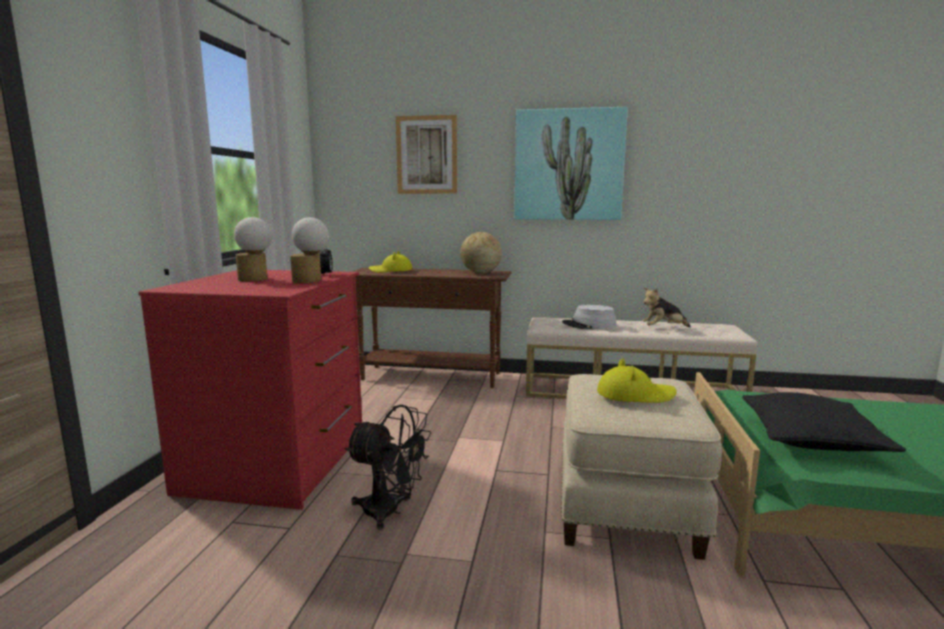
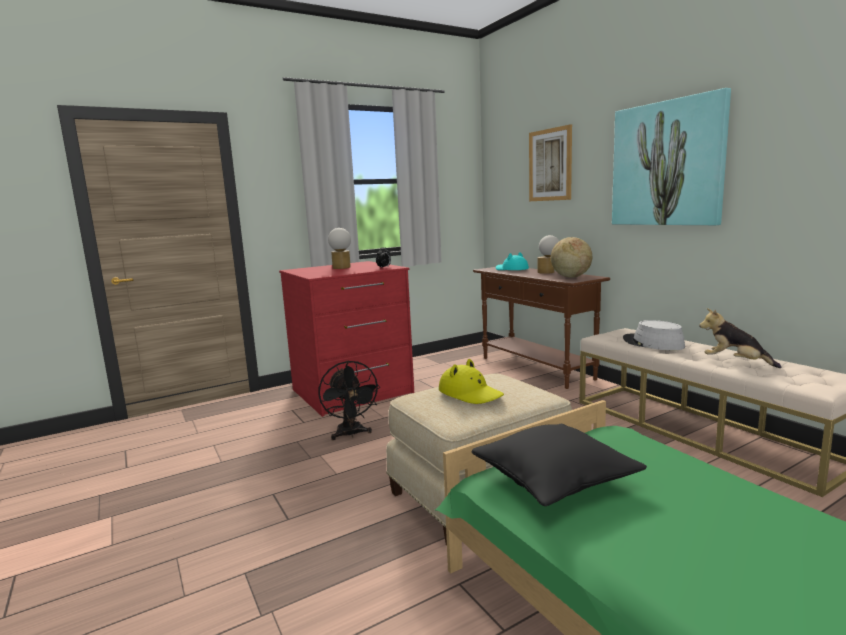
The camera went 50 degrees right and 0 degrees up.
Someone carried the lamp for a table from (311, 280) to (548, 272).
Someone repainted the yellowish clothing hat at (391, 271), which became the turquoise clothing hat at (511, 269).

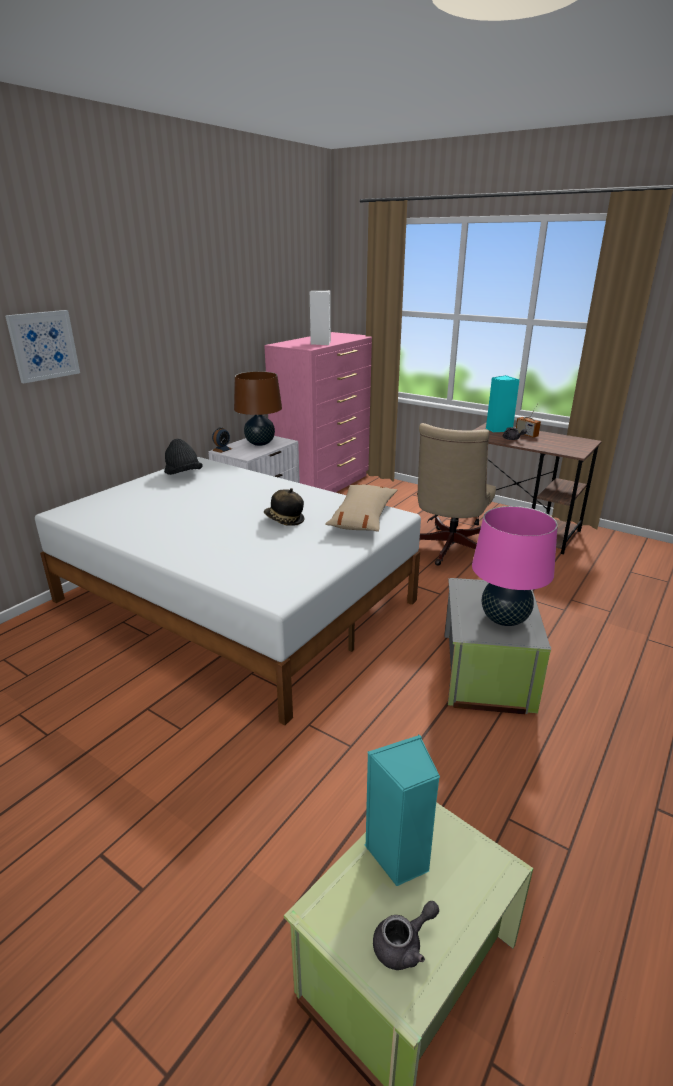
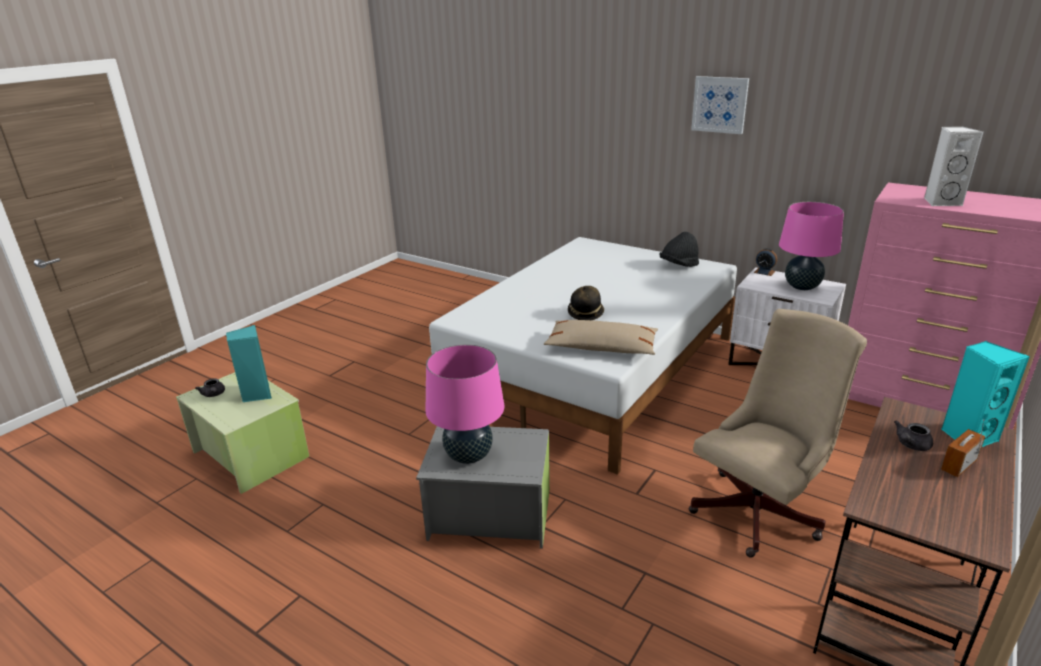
The camera went 90 degrees right and 0 degrees up.
Someone carried the wall picture from (43, 345) to (719, 104).
Someone repainted the brown lamp for a table at (260, 443), which became the pinkish lamp for a table at (802, 287).
Someone rotated the sand-coloured computer chair at (448, 549) by 120 degrees clockwise.

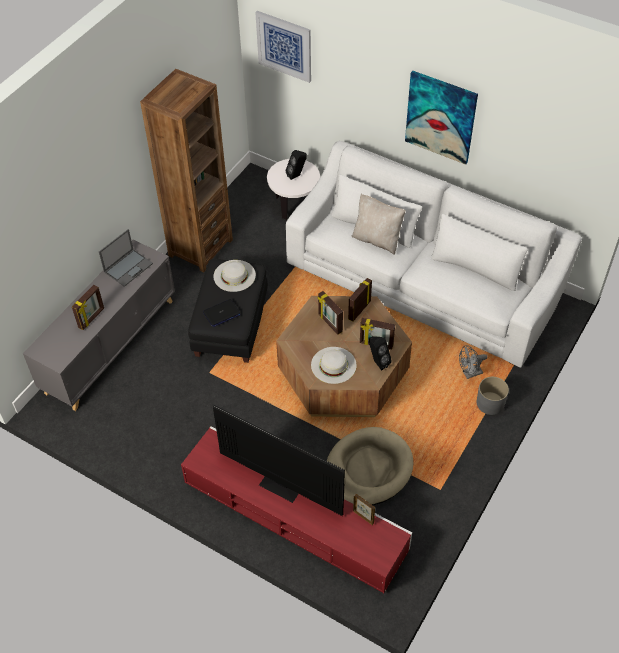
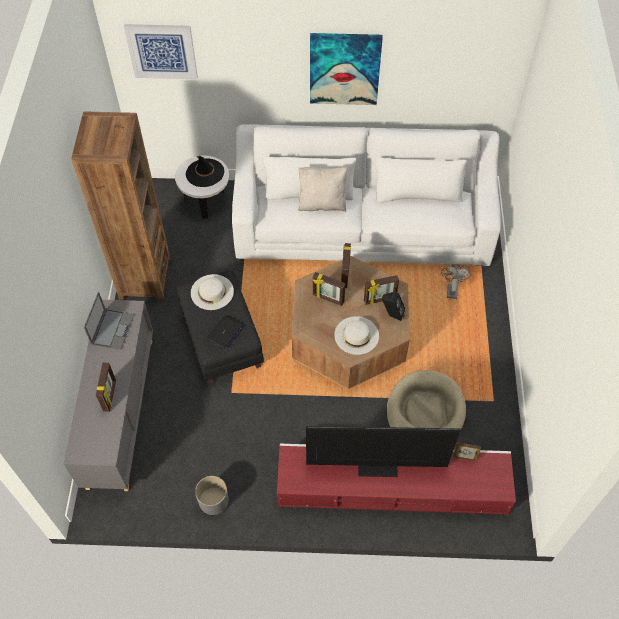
The camera went 30 degrees left and 5 degrees up.
Someone swapped the black-coloured speaker at (297, 175) for the black-coloured clothing hat at (205, 173).
Someone rotated the greyish fan at (469, 374) by 150 degrees clockwise.
Someone carried the greyish plant pot from (490, 403) to (213, 501).

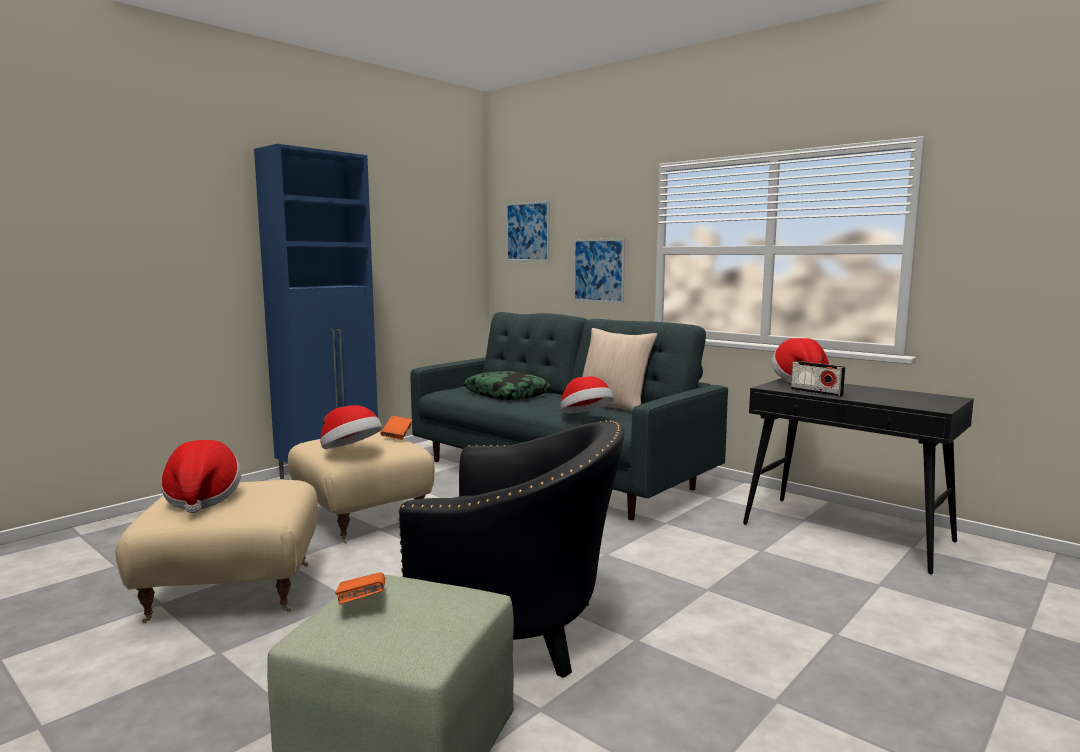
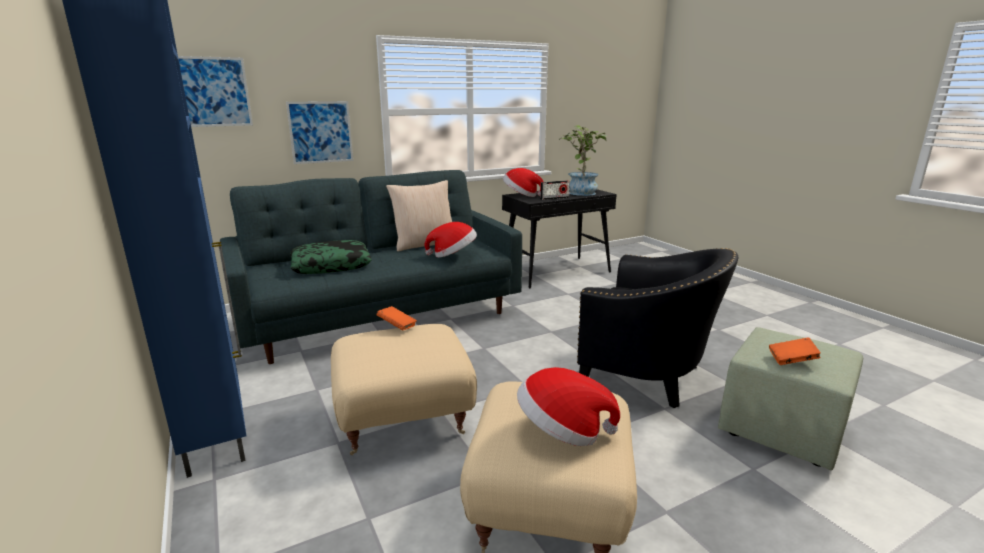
The camera went 70 degrees left and 10 degrees up.
Someone took away the clothing hat at (350, 451).
Someone rotated the black-coloured easy chair at (520, 630) by 90 degrees clockwise.
Someone put down the houseplant at (580, 192).

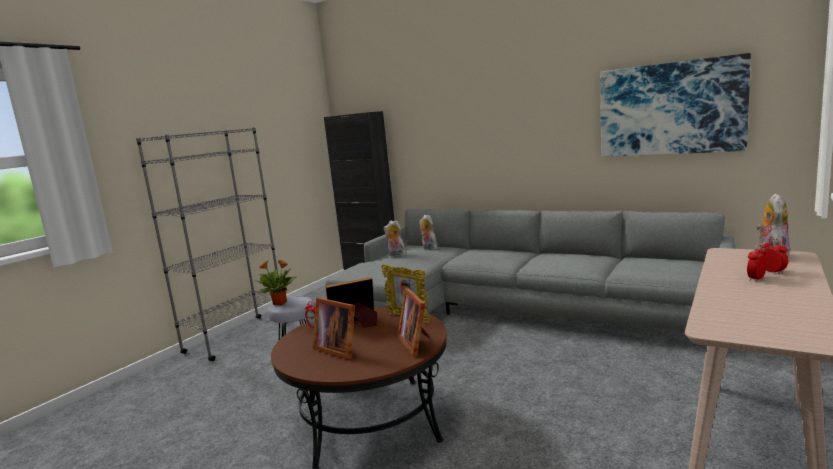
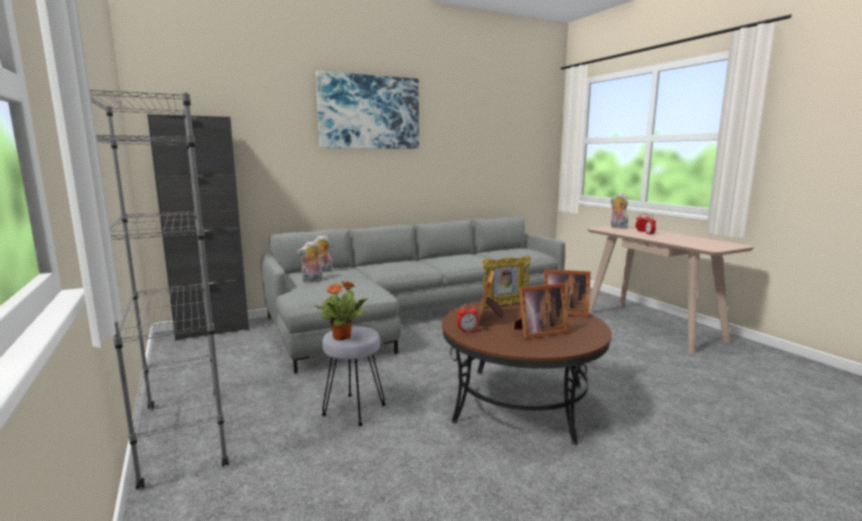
The camera went 60 degrees left and 0 degrees up.
Someone carried the wall picture from (670, 109) to (369, 112).

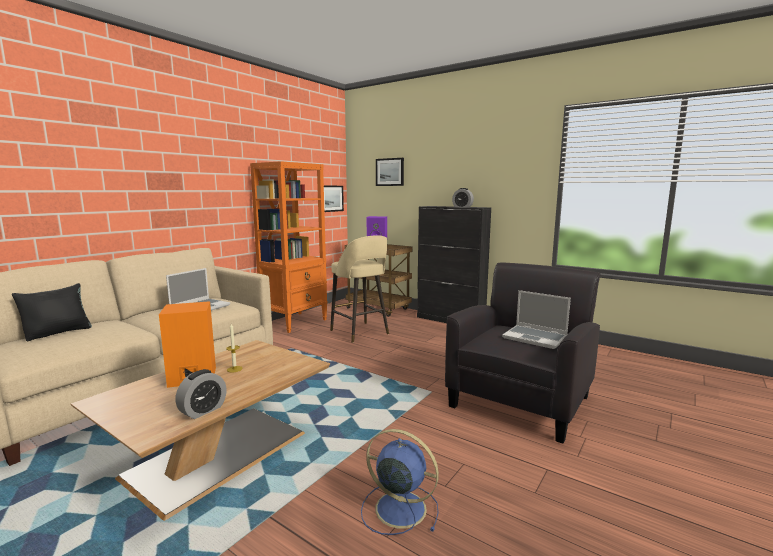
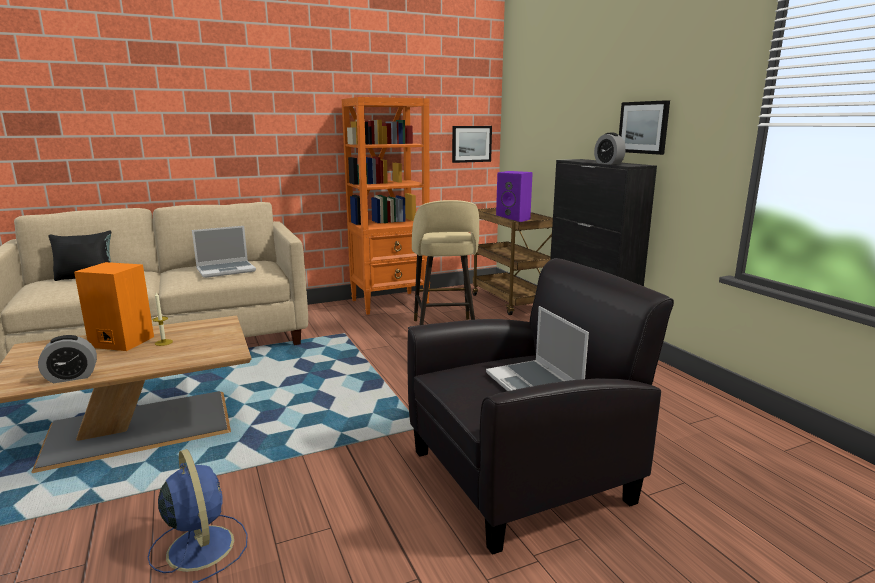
The camera went 30 degrees right and 5 degrees up.
Someone carried the wall picture from (390, 172) to (643, 127).

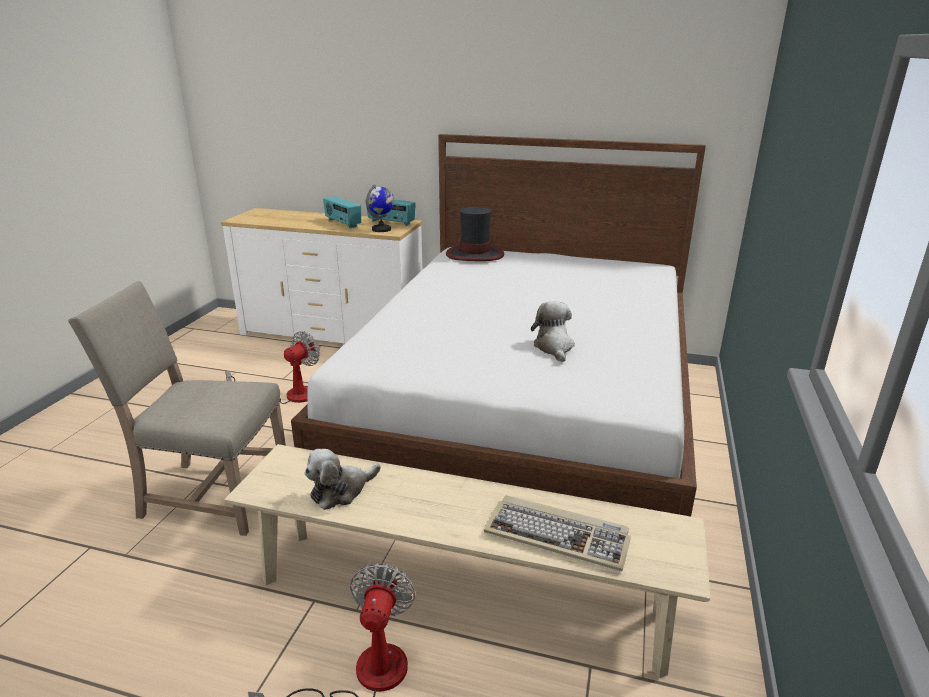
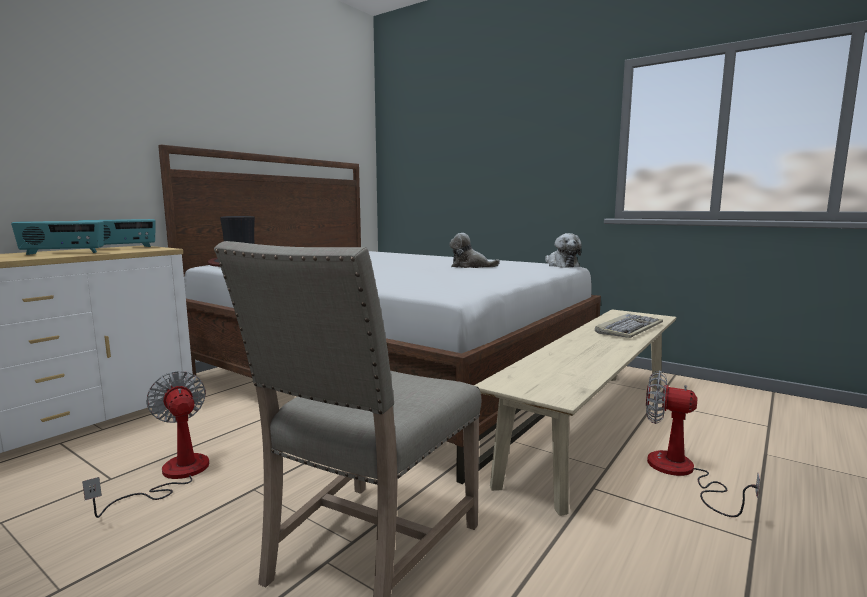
The camera went 70 degrees left and 15 degrees down.
Someone carried the cuddly toy from (341, 490) to (561, 265).
Someone took away the world globe at (381, 229).

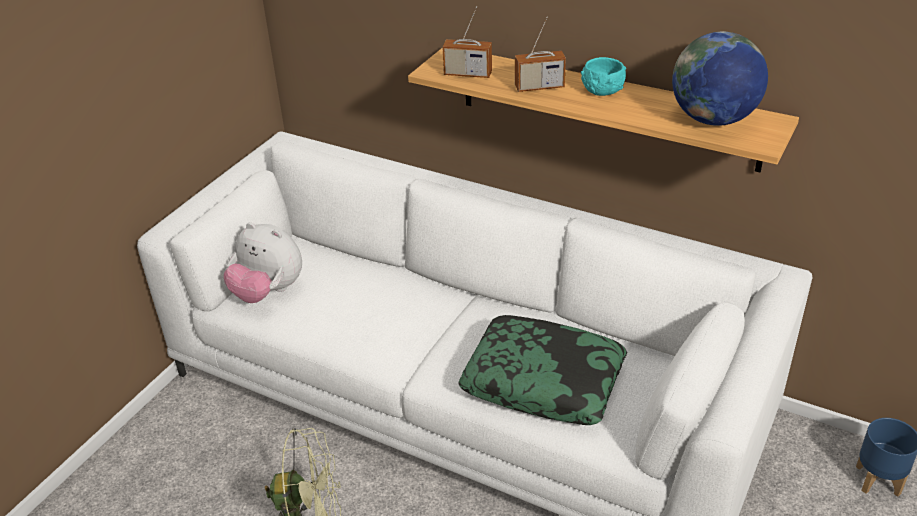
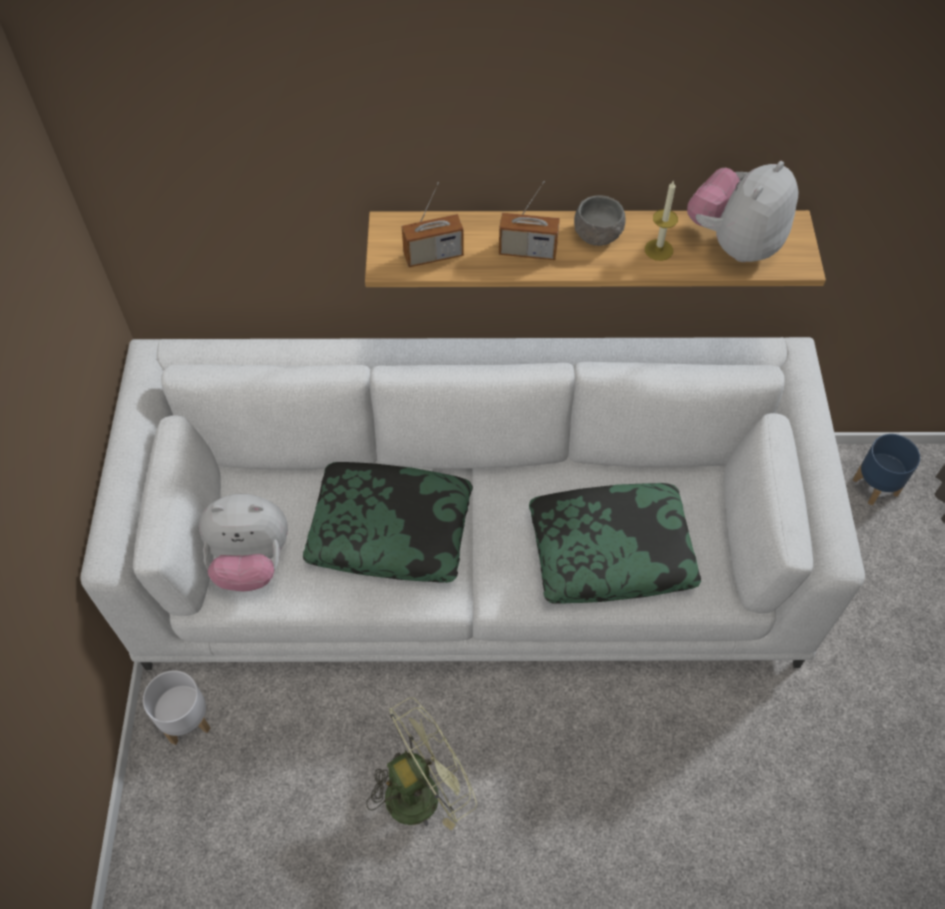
The camera went 30 degrees left and 20 degrees up.
Someone rotated the radio set at (539, 87) by 45 degrees clockwise.
Someone repainted the turquoise deep dish at (602, 90), which became the greyish deep dish at (598, 234).
Someone swapped the world globe at (713, 119) for the cuddly toy at (734, 243).
Someone put down the white-coloured plant pot at (186, 719).
Someone put down the cushion at (391, 530).
Someone put down the candle at (658, 250).

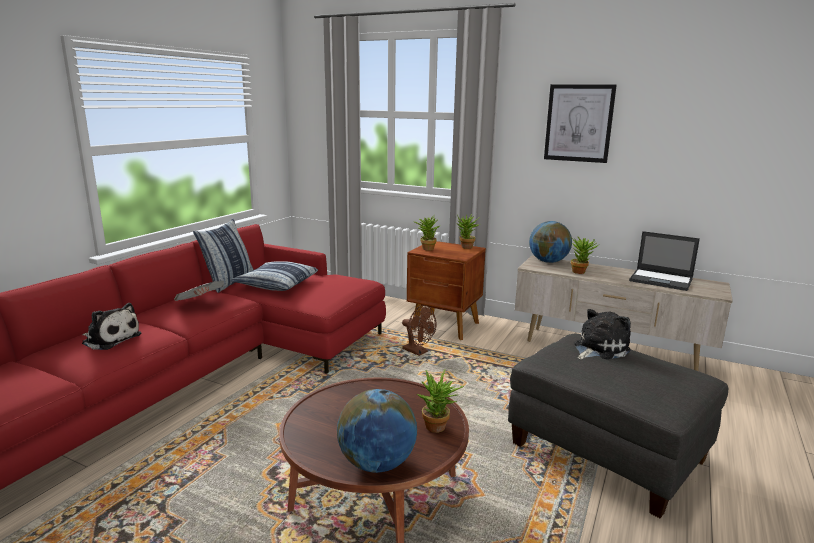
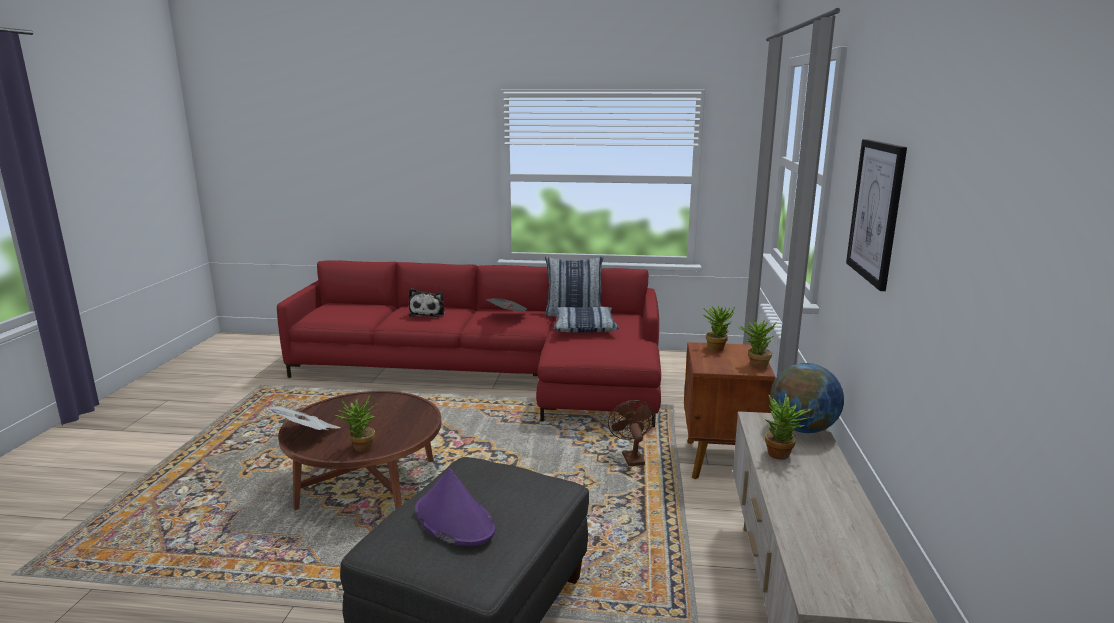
The camera went 70 degrees right and 0 degrees up.
Someone swapped the world globe at (377, 464) for the printed paper at (306, 434).
Someone rotated the brown fan at (418, 352) by 150 degrees clockwise.
Someone took away the cuddly toy at (598, 349).
Someone took away the notebook computer at (661, 280).
Someone put down the purple clothing hat at (453, 520).

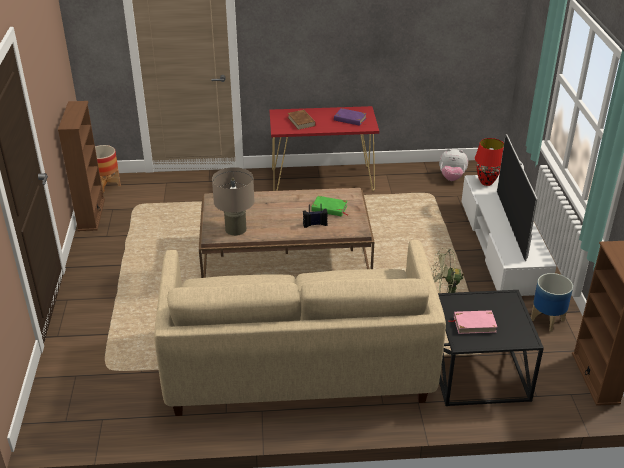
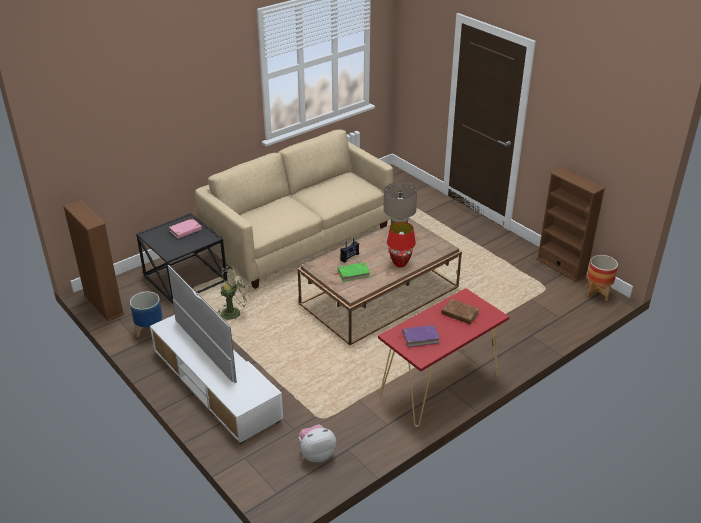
The camera went 145 degrees right and 0 degrees up.
Someone carried the red lamp for a table from (486, 182) to (400, 264).

